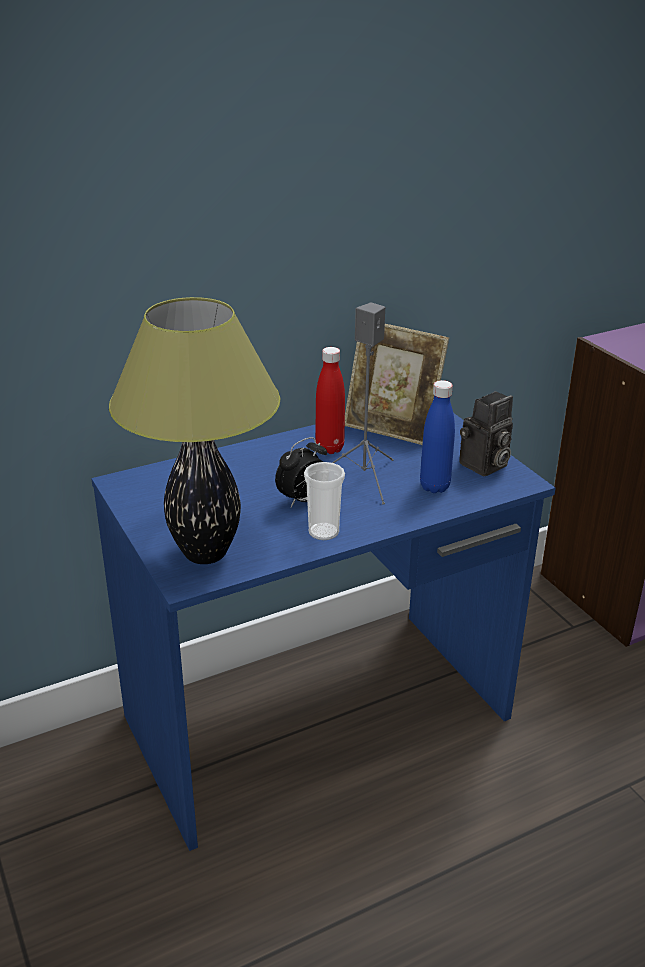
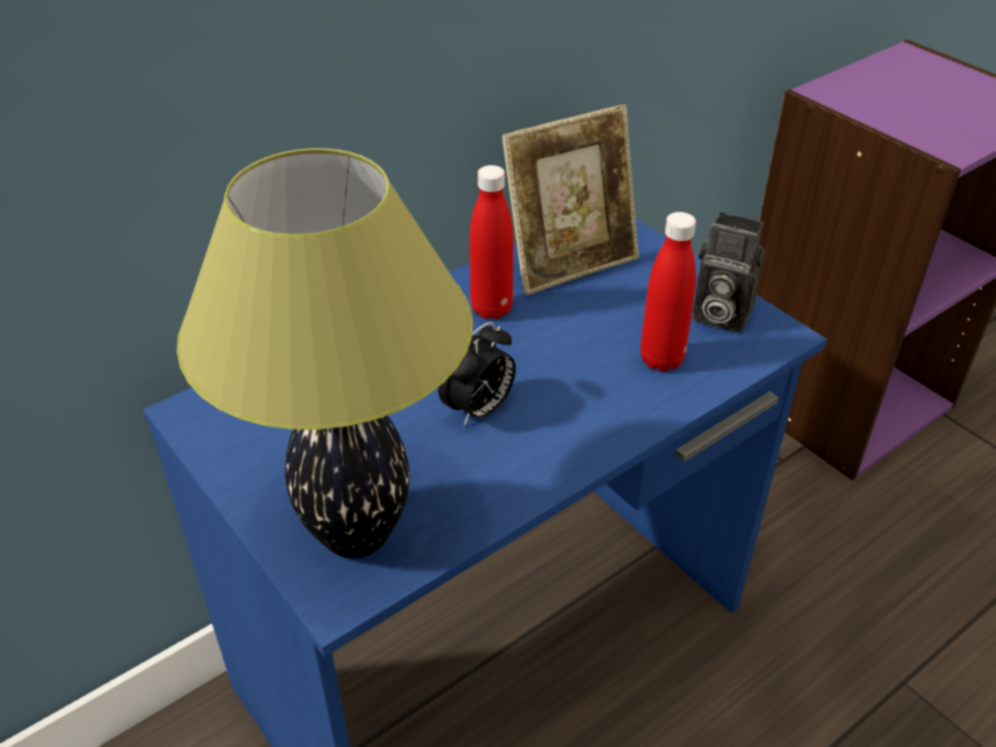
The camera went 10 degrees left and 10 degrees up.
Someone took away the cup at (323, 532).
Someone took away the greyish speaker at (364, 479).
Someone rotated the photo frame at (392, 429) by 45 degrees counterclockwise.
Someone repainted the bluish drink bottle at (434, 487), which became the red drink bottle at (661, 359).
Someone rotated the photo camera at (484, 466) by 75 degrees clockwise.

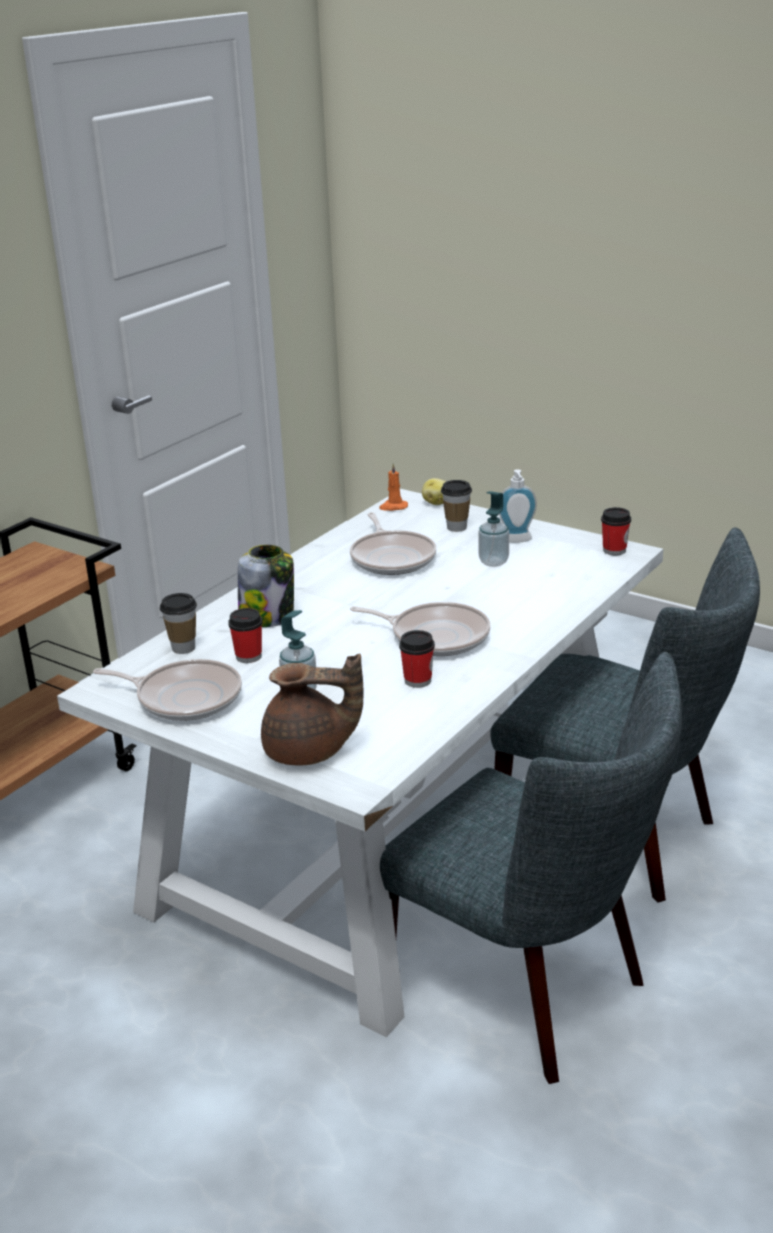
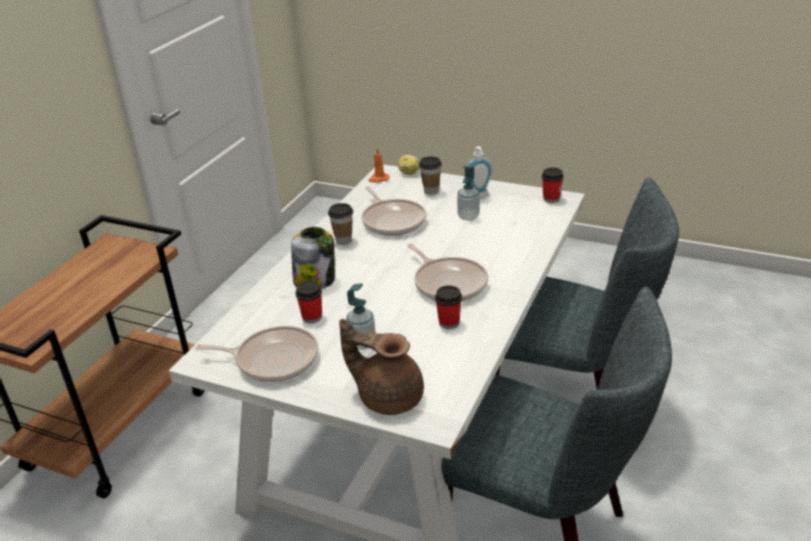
The camera went 10 degrees left and 5 degrees up.
Someone carried the cup from (183, 648) to (343, 241).
Someone rotated the brown teapot at (309, 752) by 150 degrees counterclockwise.
Someone rotated the skillet at (435, 636) by 45 degrees clockwise.

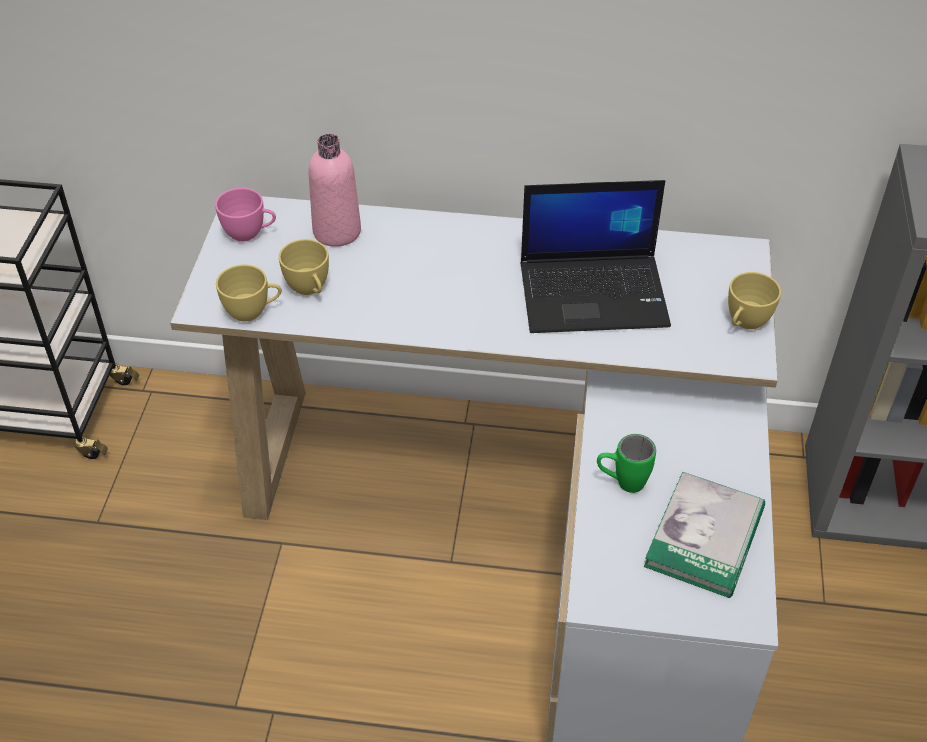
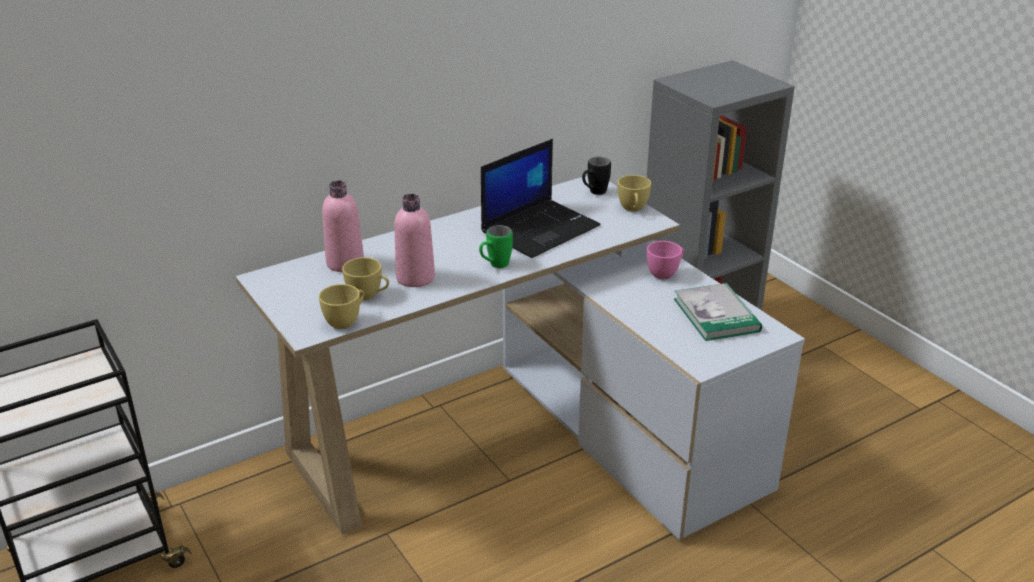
The camera went 40 degrees left and 15 degrees down.
Someone carried the pinkish cup from (250, 233) to (665, 273).
Someone carried the greenish mug from (622, 483) to (494, 266).
Someone put down the pinkish drink bottle at (415, 278).
Someone put down the black-coloured mug at (594, 193).

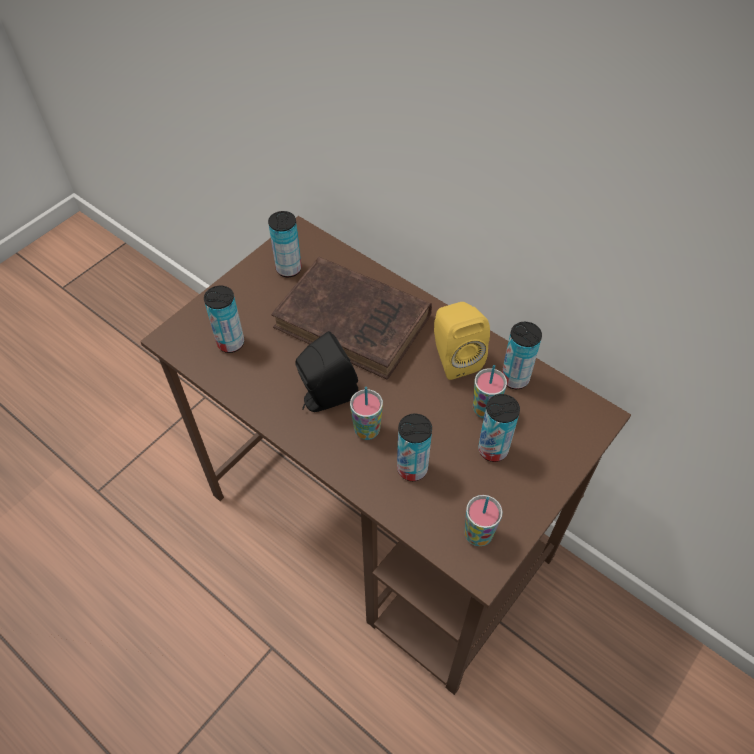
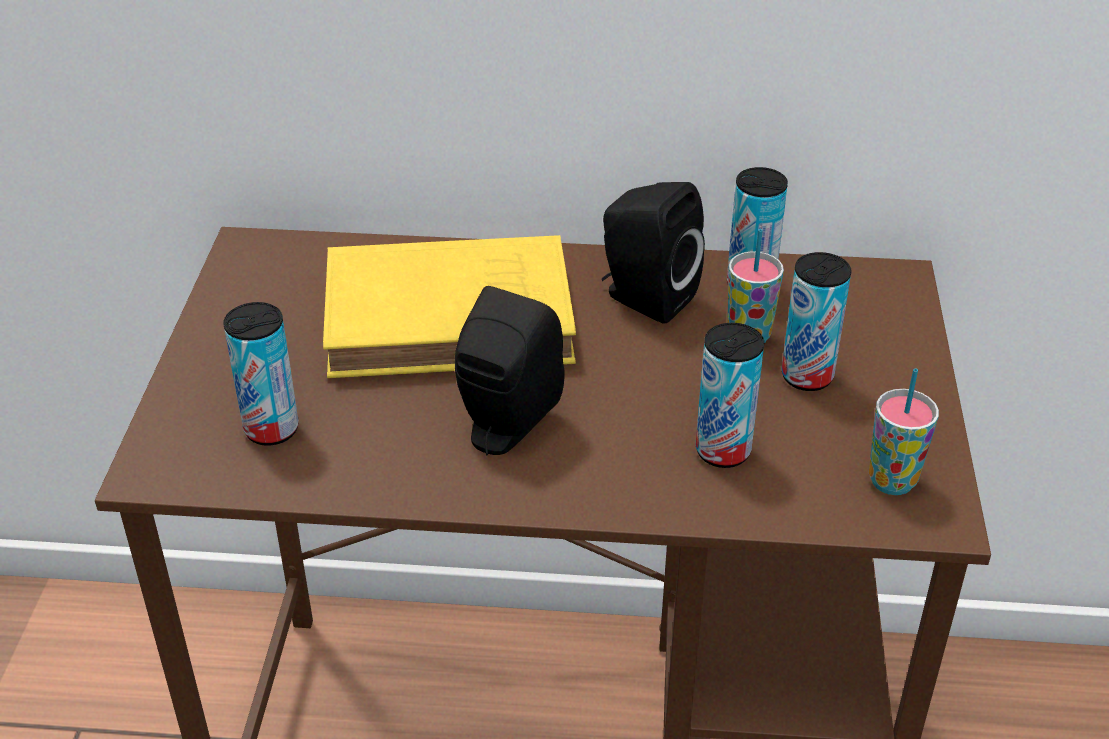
The camera went 35 degrees left and 15 degrees down.
Someone took away the can at (288, 269).
Someone repainted the brown bound book at (356, 323), which became the yellowish bound book at (457, 318).
Someone took away the cup at (367, 430).
Someone repainted the yellowish speaker at (454, 358), which became the black-coloured speaker at (644, 298).

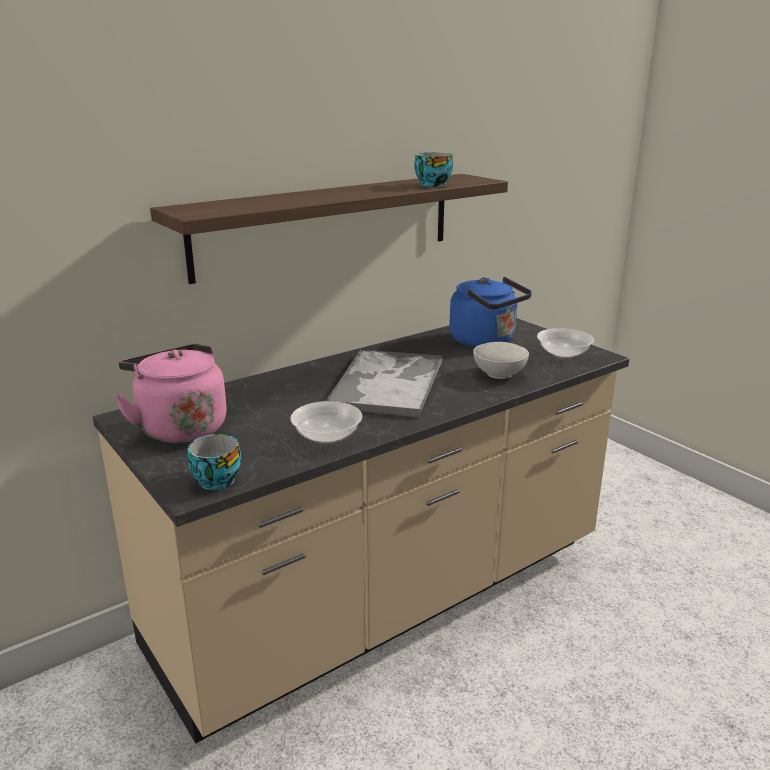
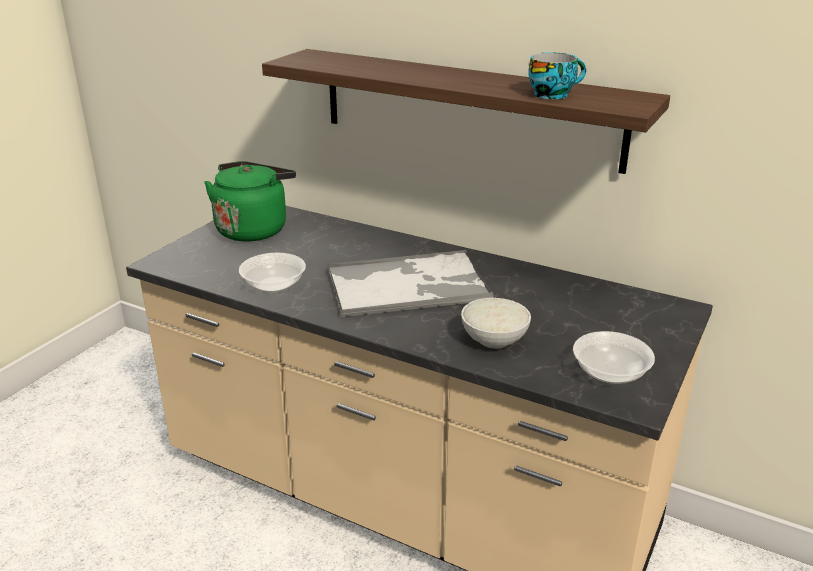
The camera went 65 degrees right and 5 degrees up.
Someone repainted the pinkish kettle at (180, 427), which became the greenish kettle at (254, 229).
Someone took away the cup at (214, 480).
Someone took away the bluish kettle at (486, 341).

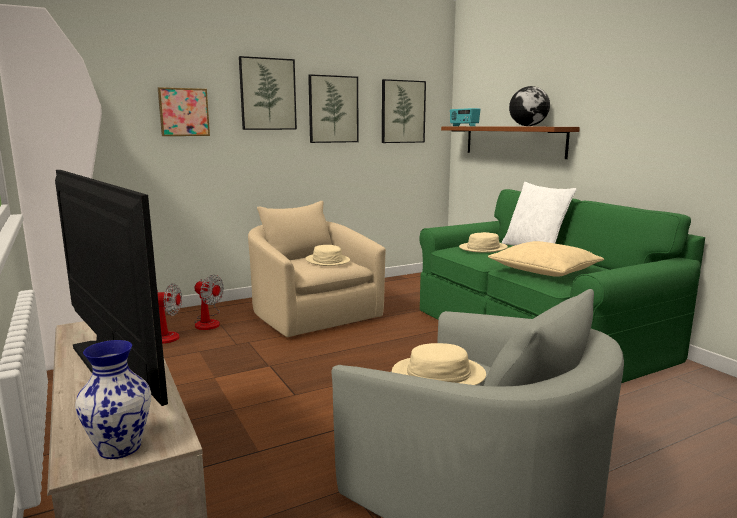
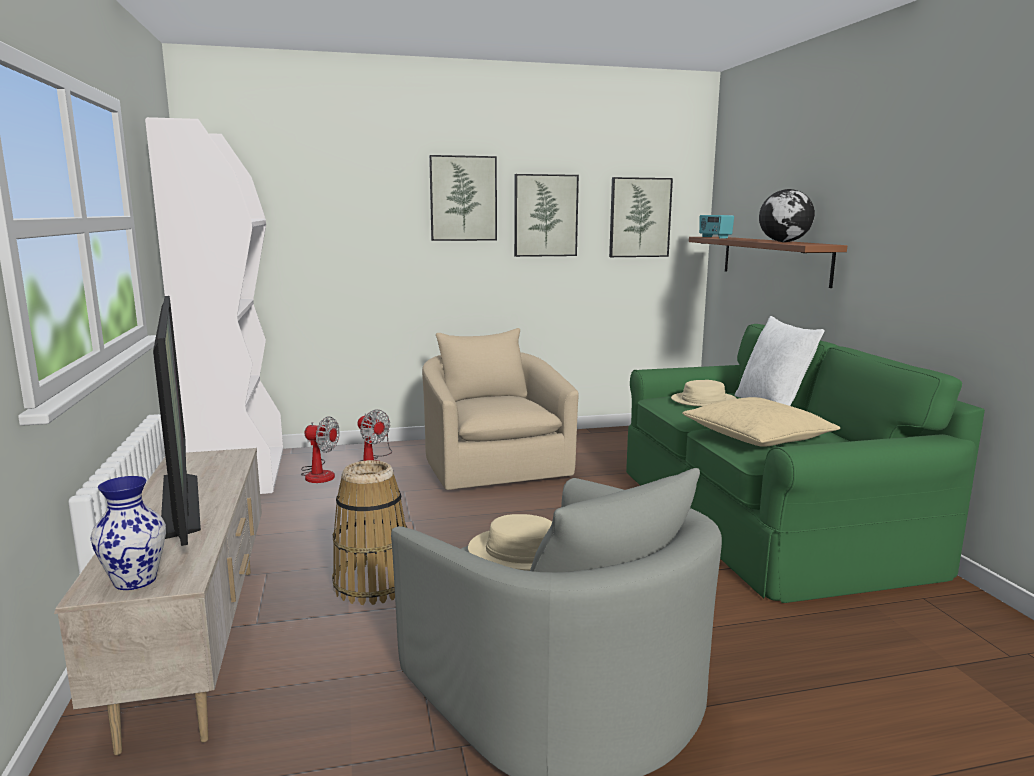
The camera went 15 degrees right and 0 degrees up.
Someone took away the wall picture at (183, 112).
Someone took away the sand-coloured clothing hat at (327, 261).
Someone put down the storage basket at (372, 585).

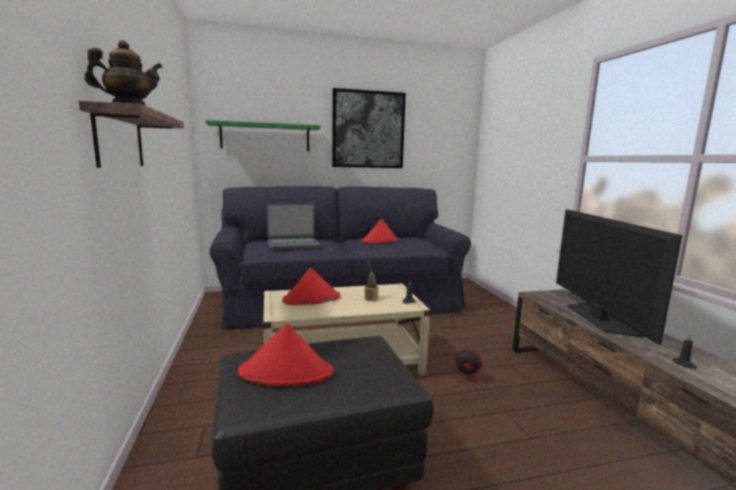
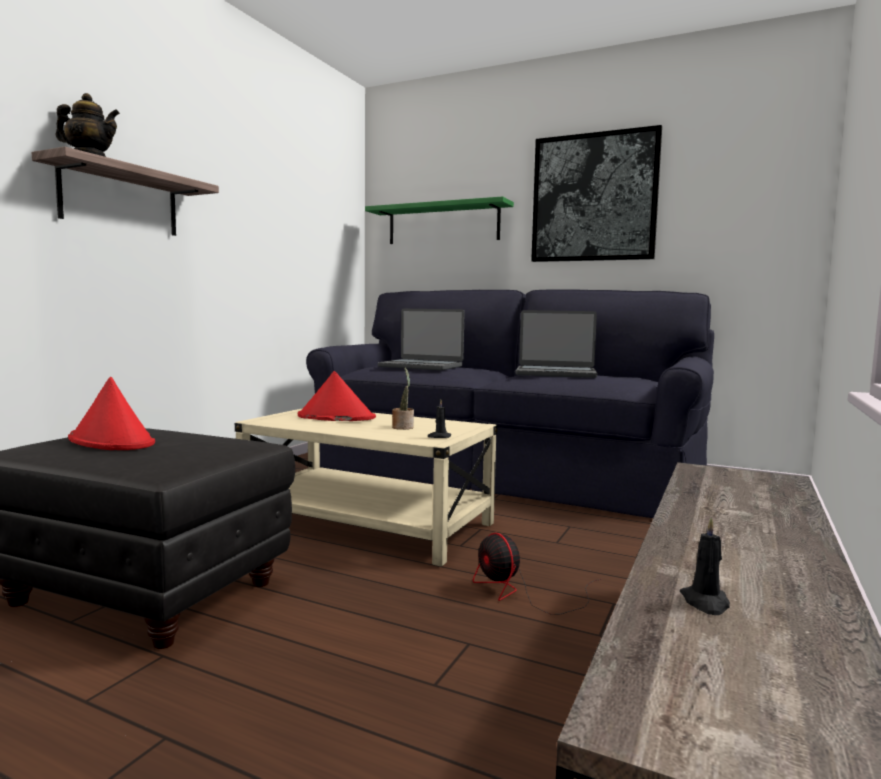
The camera went 40 degrees right and 5 degrees down.
Someone swapped the red clothing hat at (380, 241) for the notebook computer at (555, 373).
Someone took away the TV at (598, 318).

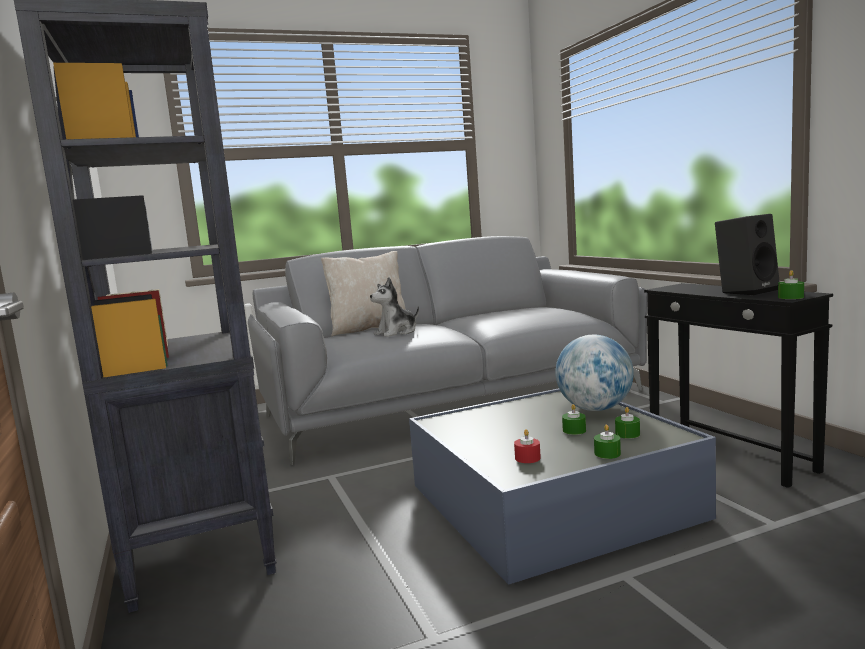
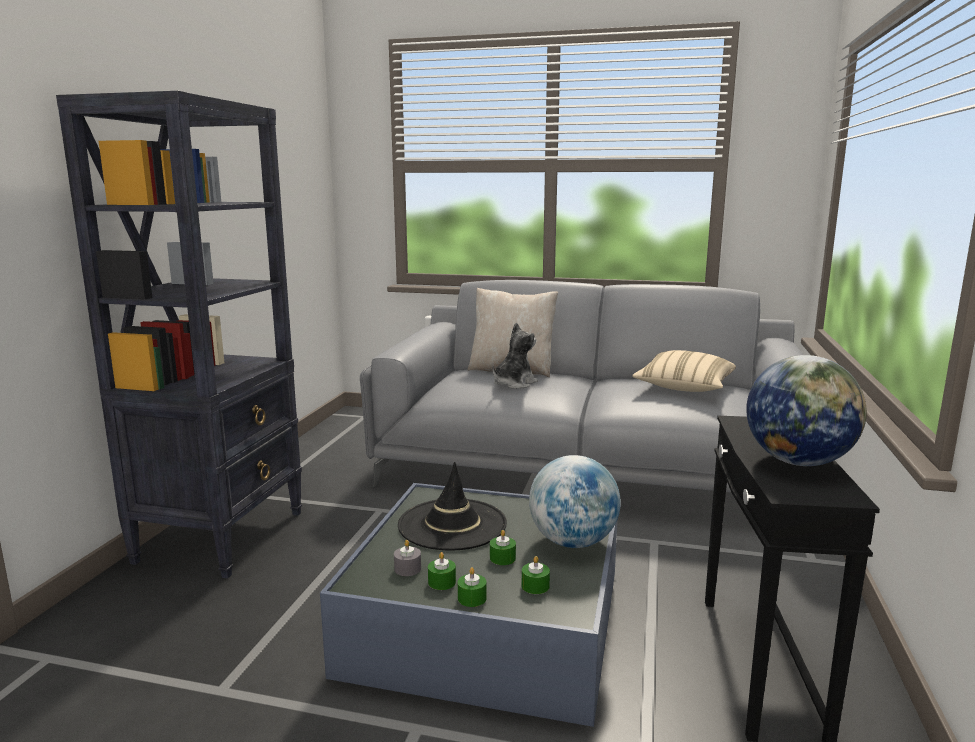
The camera went 35 degrees right and 5 degrees up.
Someone rotated the cuddly toy at (397, 332) by 135 degrees clockwise.
Someone repainted the red candle at (527, 458), which became the greyish candle at (407, 569).
Someone swapped the black-coloured speaker at (746, 291) for the world globe at (798, 461).
Someone carried the greenish candle from (790, 297) to (442, 582).
Someone put down the black-coloured clothing hat at (452, 524).
Someone put down the sand-coloured cushion at (684, 388).

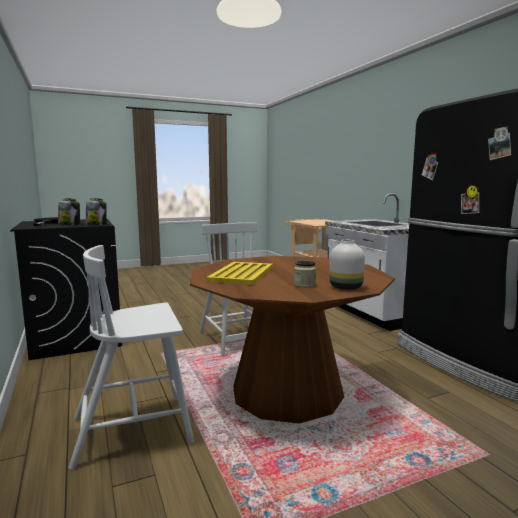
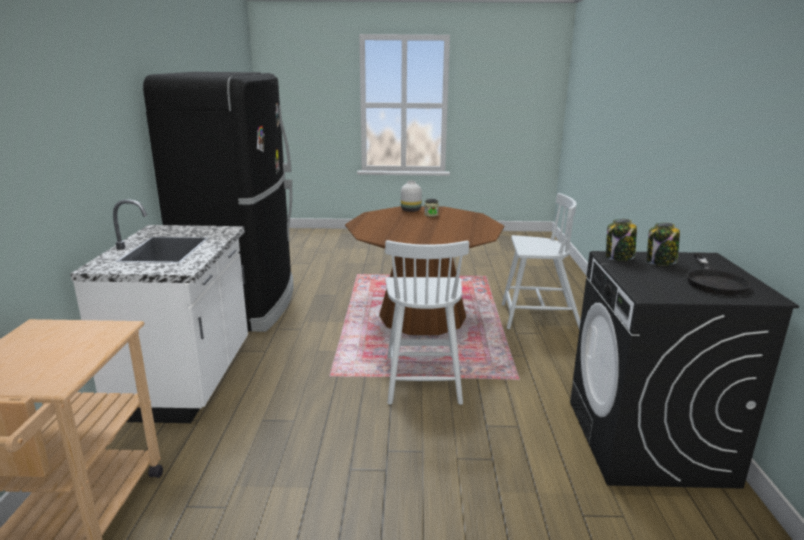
The camera went 155 degrees left and 10 degrees up.
Someone took away the yellowish carrying tray at (241, 274).

